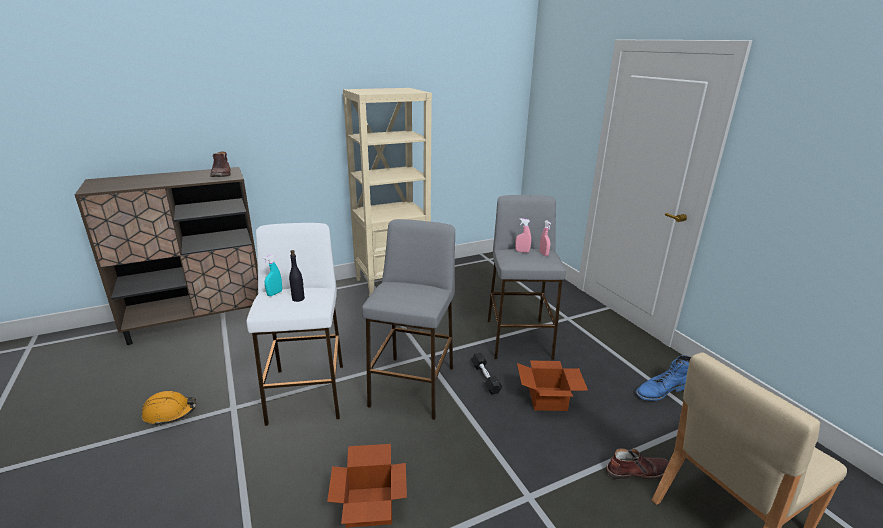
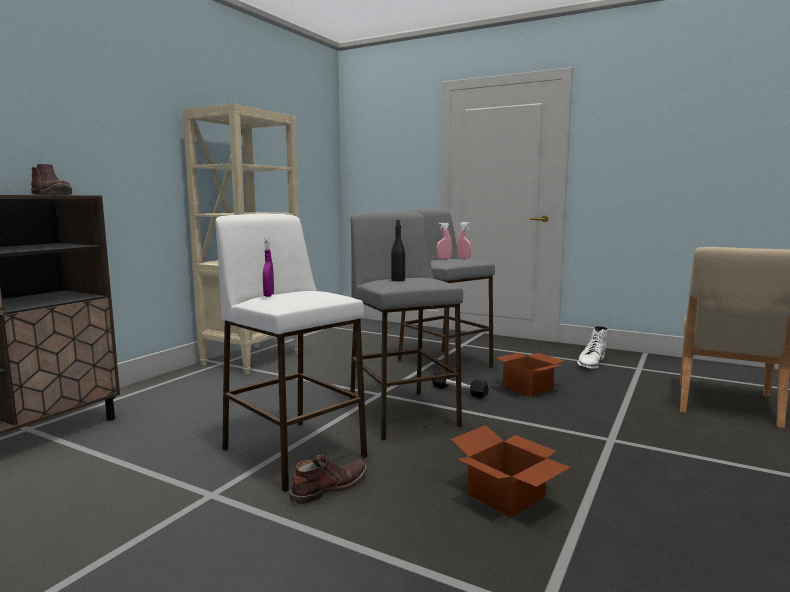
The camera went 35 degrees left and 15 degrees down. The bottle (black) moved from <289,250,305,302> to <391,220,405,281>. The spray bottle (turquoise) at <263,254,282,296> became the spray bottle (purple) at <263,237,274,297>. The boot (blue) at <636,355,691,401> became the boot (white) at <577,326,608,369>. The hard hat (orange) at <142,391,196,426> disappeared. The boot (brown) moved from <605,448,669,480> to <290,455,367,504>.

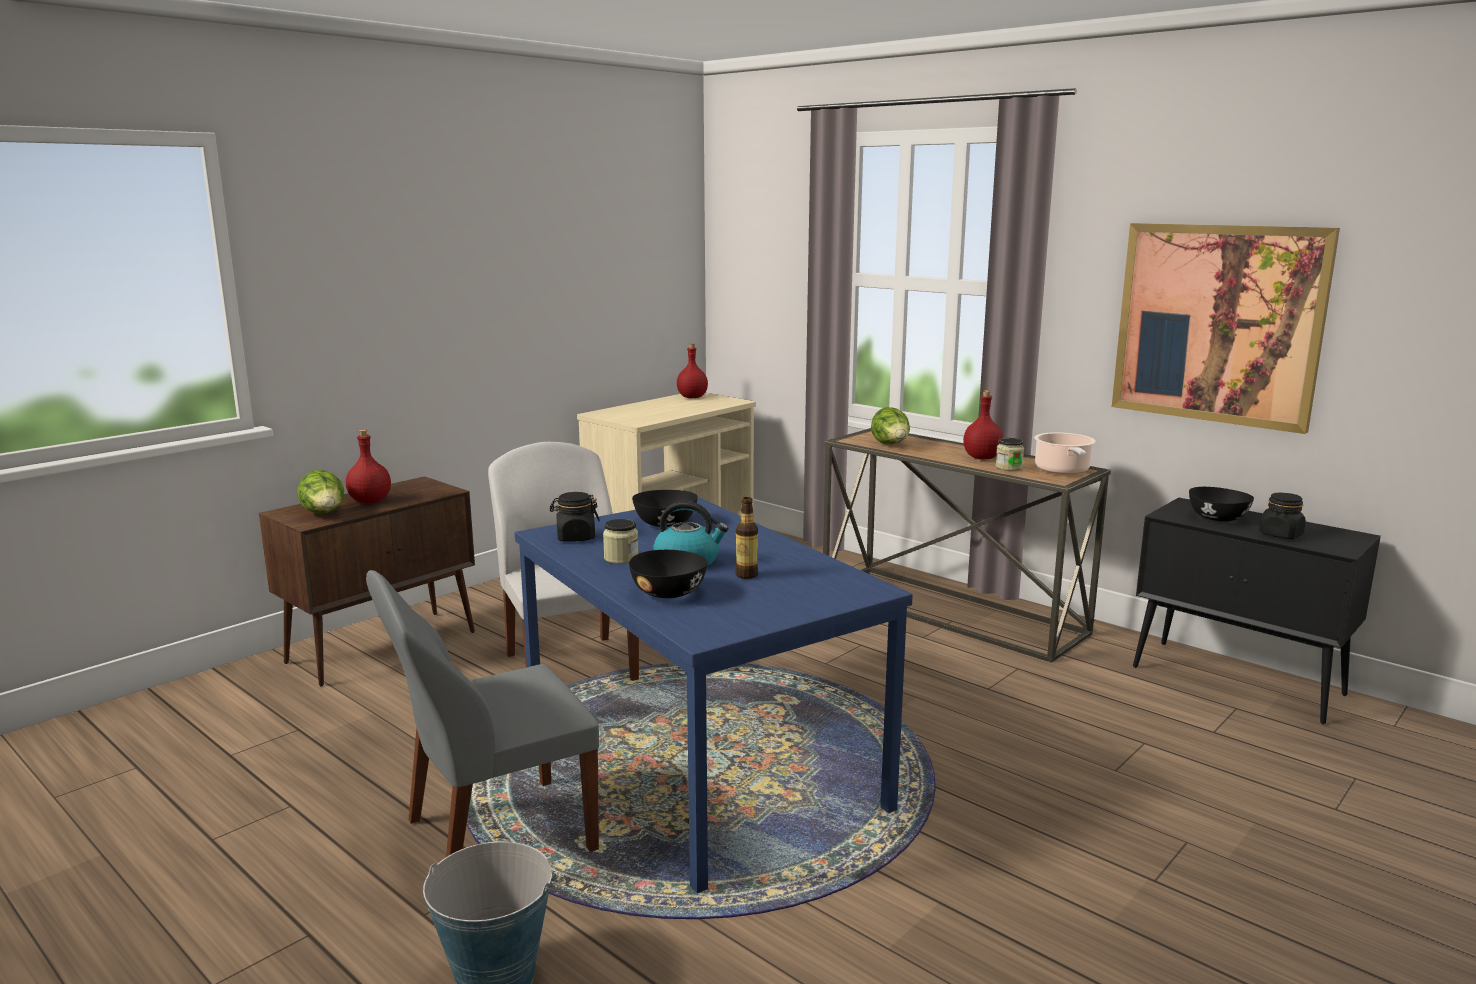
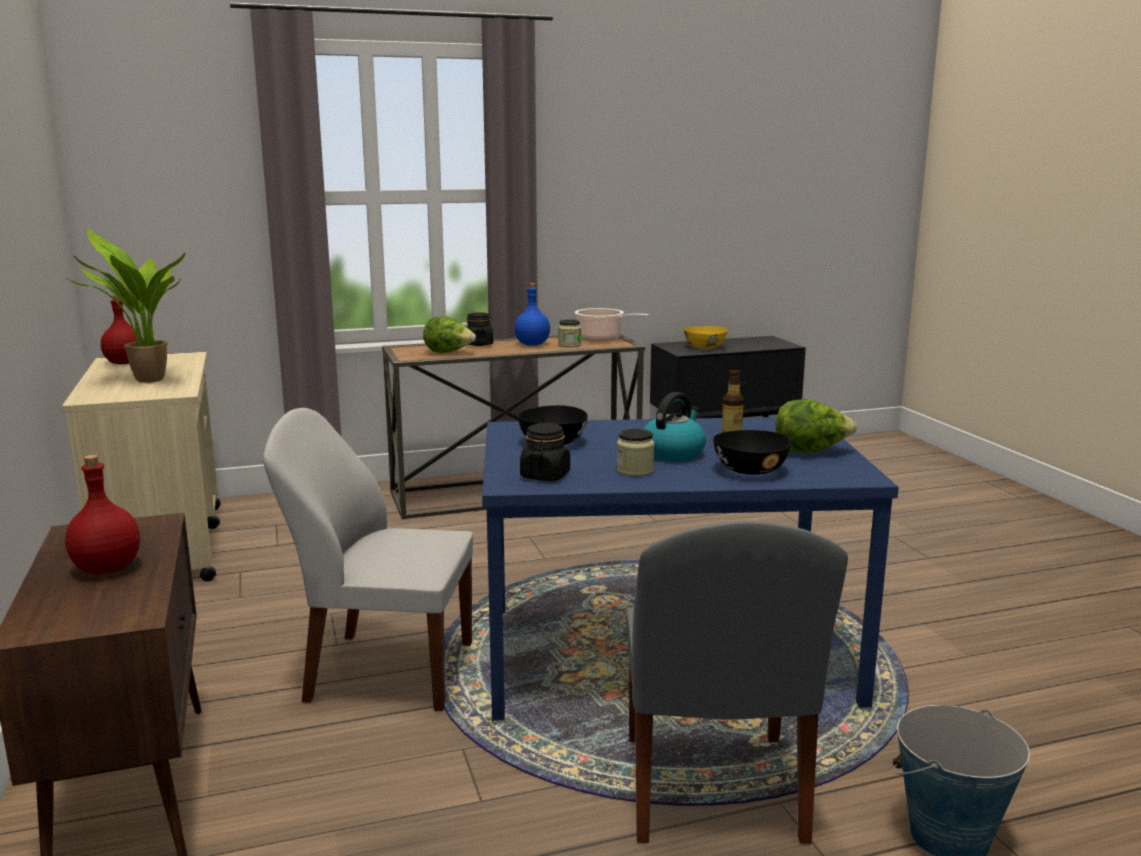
The camera went 60 degrees left and 0 degrees up. The picture at <1112,223,1340,434> disappeared. The bottle (red) at <963,390,1003,459> became the bottle (blue) at <514,283,550,346>. The lettuce moved from <297,470,344,514> to <776,399,857,454>. The bowl (black) at <1189,487,1254,521> became the bowl (yellow) at <684,326,728,349>. The jar (black) moved from <1259,493,1306,539> to <467,312,493,346>. The potted plant at <65,229,185,383> appeared.

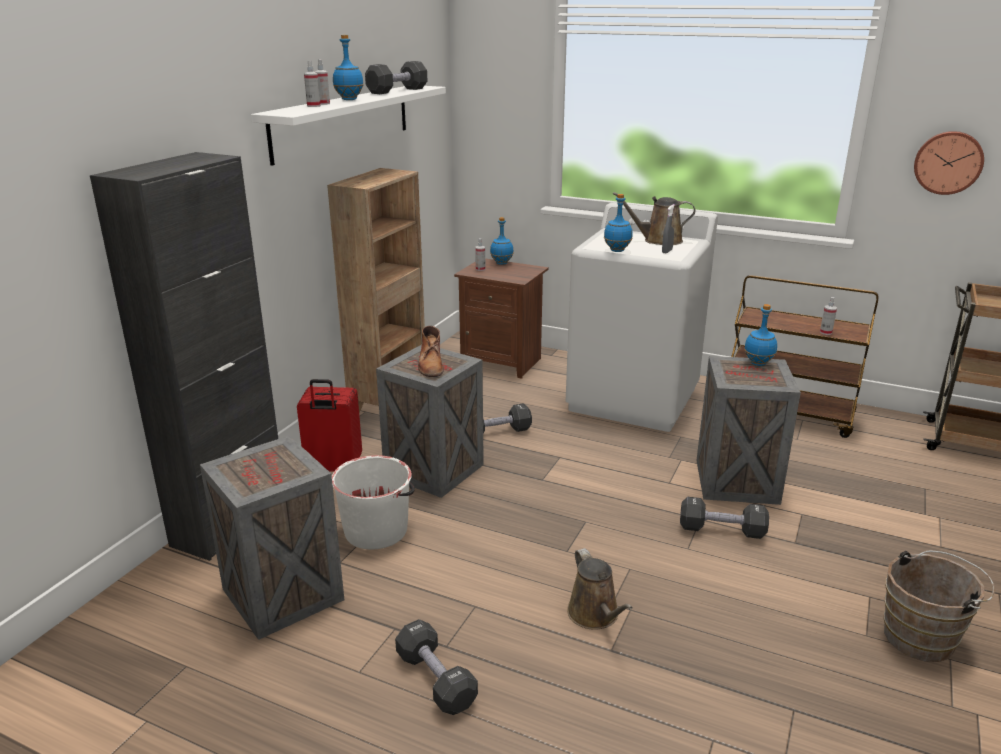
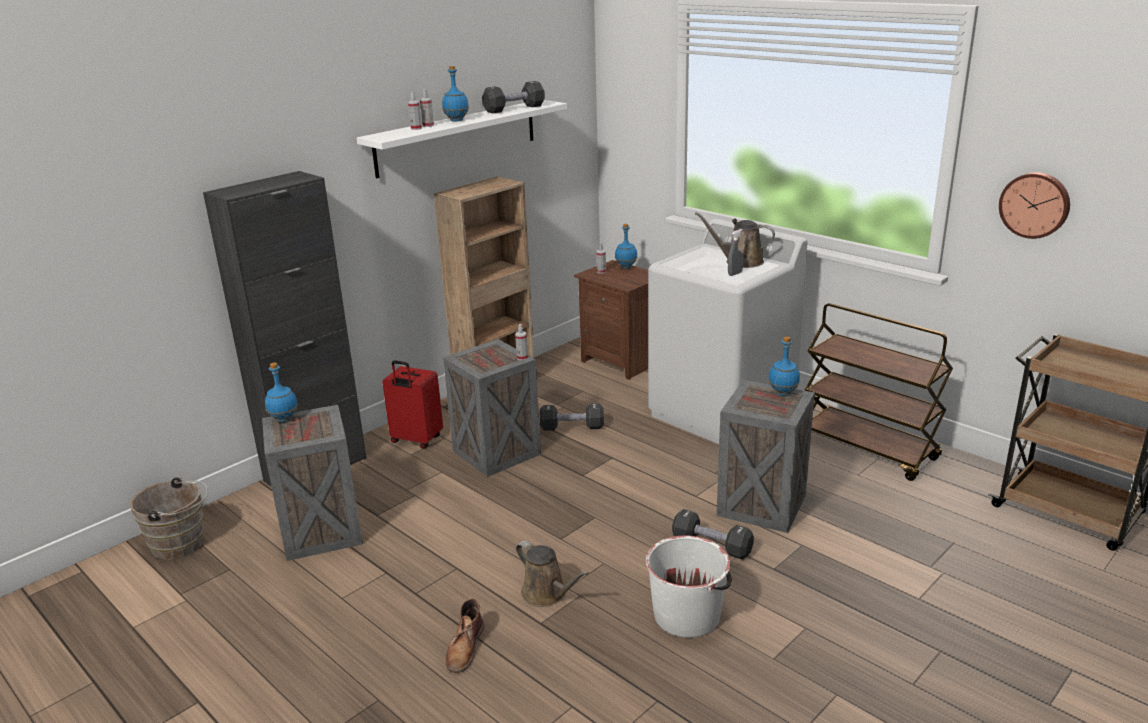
The camera went 20 degrees right and 0 degrees up. The bottle (blue) moved from <604,194,633,252> to <265,363,298,422>. The spray bottle moved from <820,297,837,335> to <515,324,528,360>. The boot (brown) moved from <418,326,444,377> to <446,599,484,673>. The bucket (white) moved from <332,455,415,549> to <646,536,732,638>. The watering can (brown) at <567,548,633,630> turned 45 degrees counterclockwise. The bucket (brown) moved from <884,551,995,662> to <130,477,208,560>. The dumbbell (black) at <395,619,478,715> disappeared.

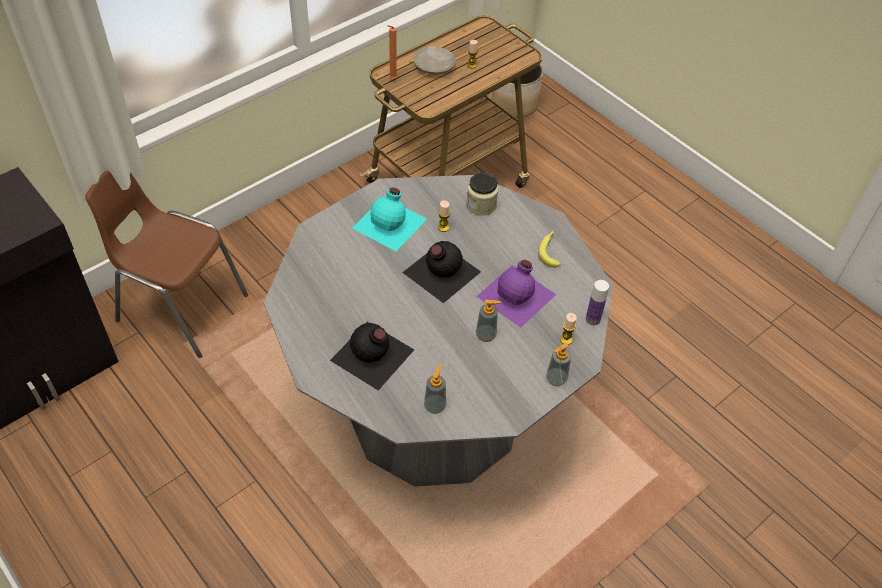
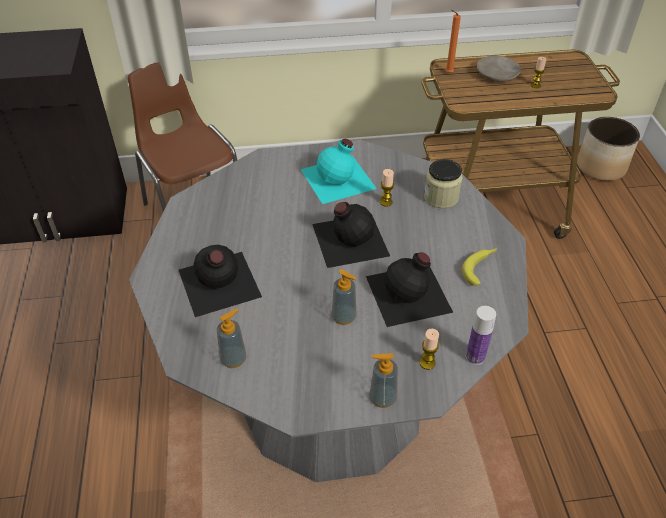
The camera went 35 degrees right and 5 degrees down. The bottle (purple) at <476,260,556,328> became the bottle (black) at <366,252,454,327>.

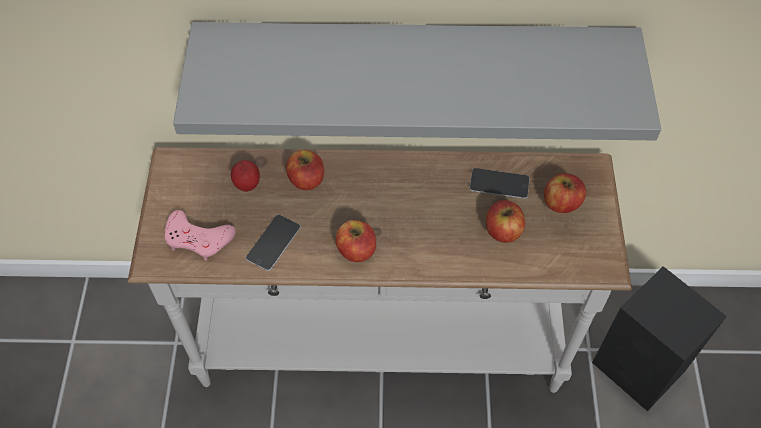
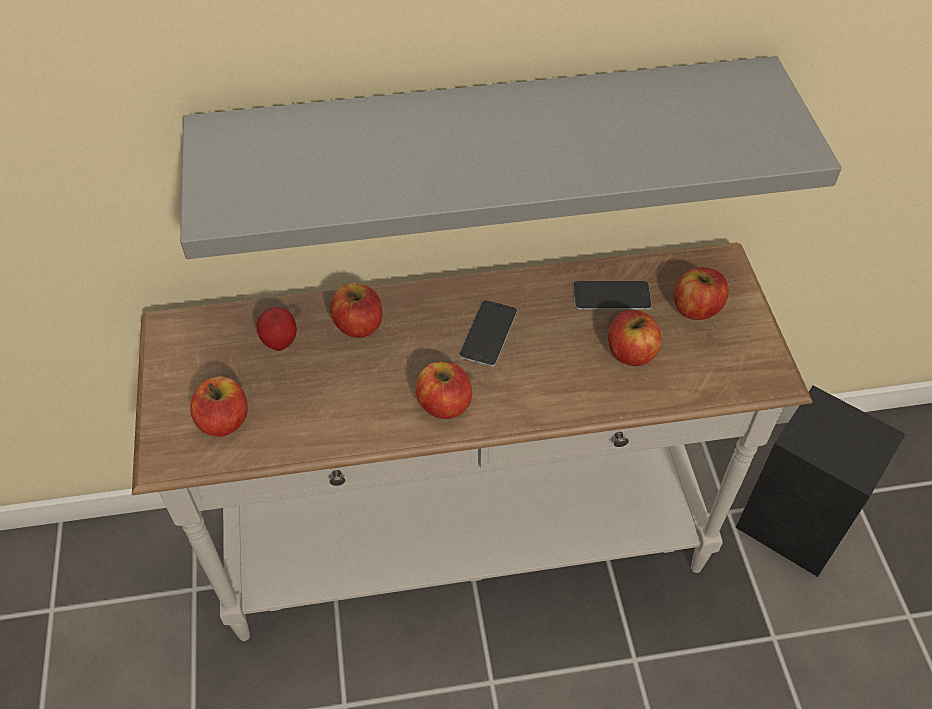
The camera went 10 degrees left and 5 degrees down. The game controller (pink) at <164,210,236,261> was replaced by the apple at <190,376,248,437>. The phone moved from <246,215,301,271> to <459,300,517,367>.

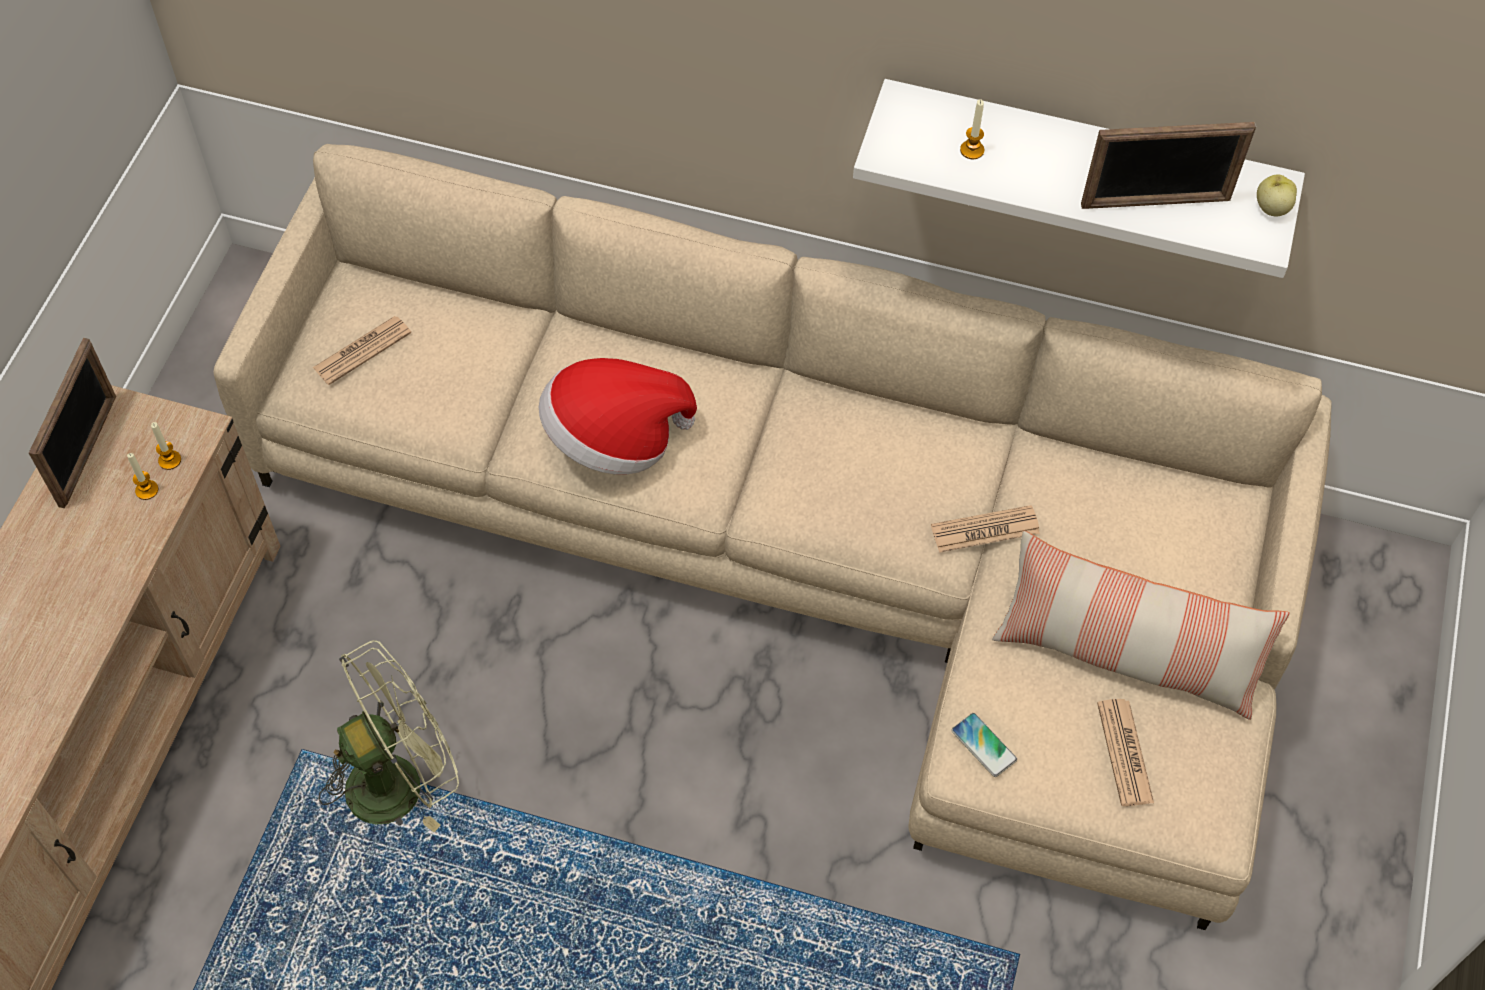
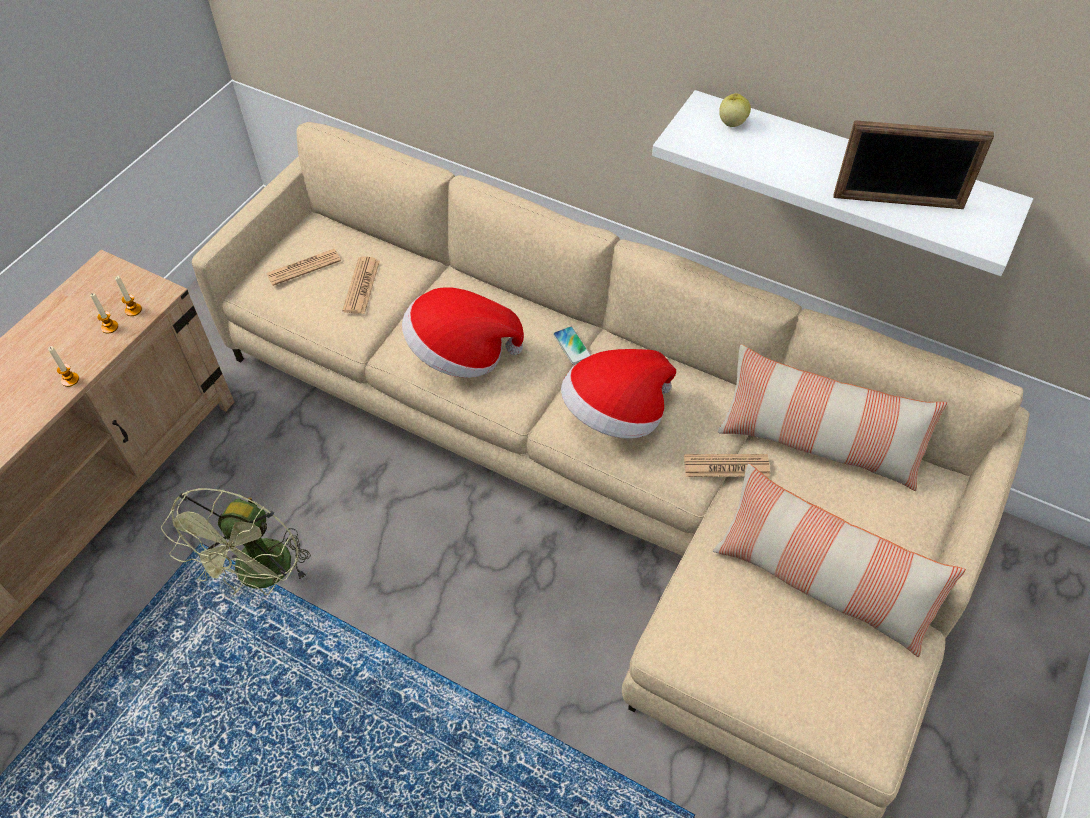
The camera went 15 degrees right and 5 degrees down. The candle moved from <960,99,984,159> to <48,346,79,387>. The apple moved from <1257,174,1297,217> to <719,93,751,127>. The picture frame at <29,337,116,508> disappeared. The fan (green) at <319,640,459,832> turned 120 degrees clockwise. The newspaper moved from <1097,699,1154,806> to <343,256,380,314>. The phone moved from <951,713,1017,777> to <553,326,591,365>. The pillow at <717,344,947,491> appeared. The hat at <561,349,676,439> appeared.

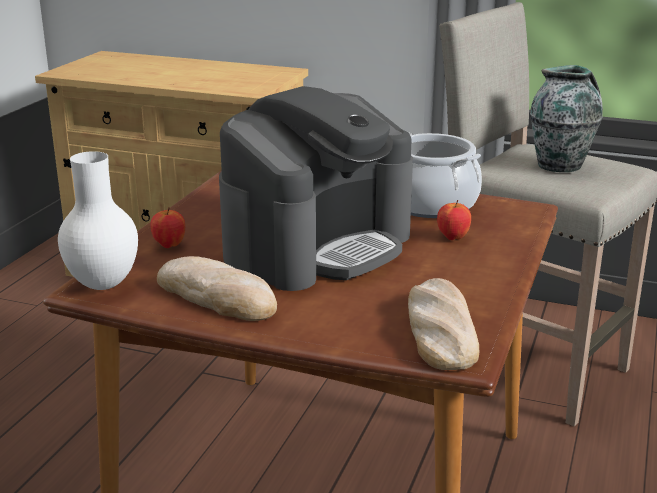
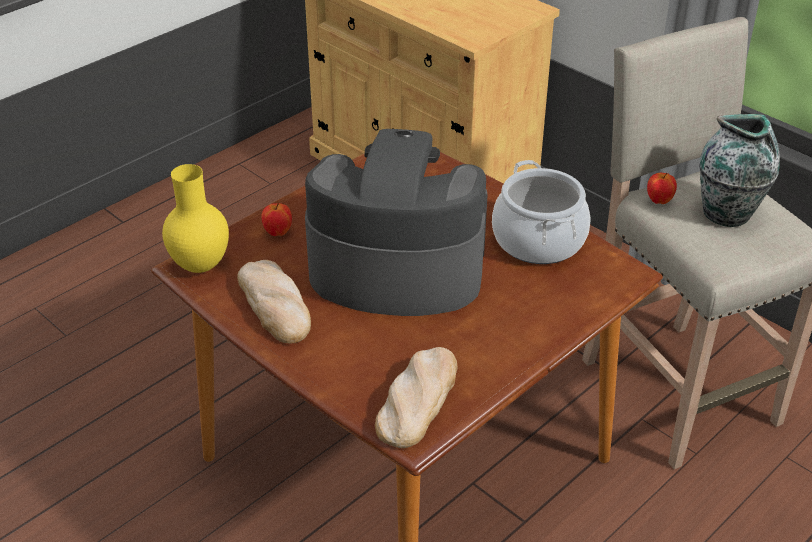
The camera went 25 degrees right and 15 degrees up. The coffee machine at <219,86,413,291> turned 150 degrees counterclockwise. The vase (white) at <58,151,138,290> became the vase (yellow) at <162,164,229,273>. The apple moved from <437,200,471,240> to <647,173,677,204>.

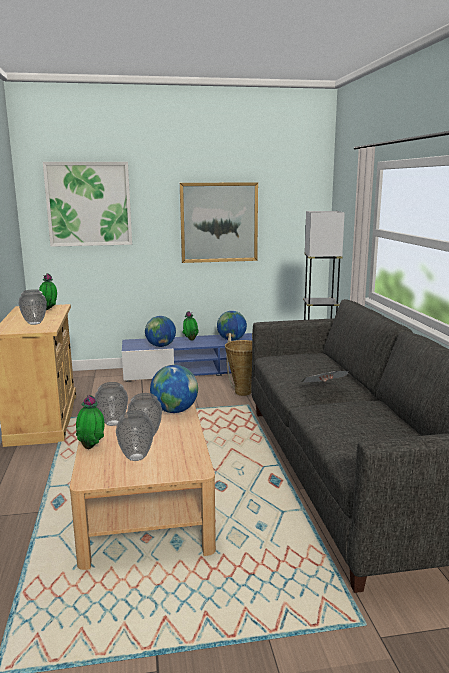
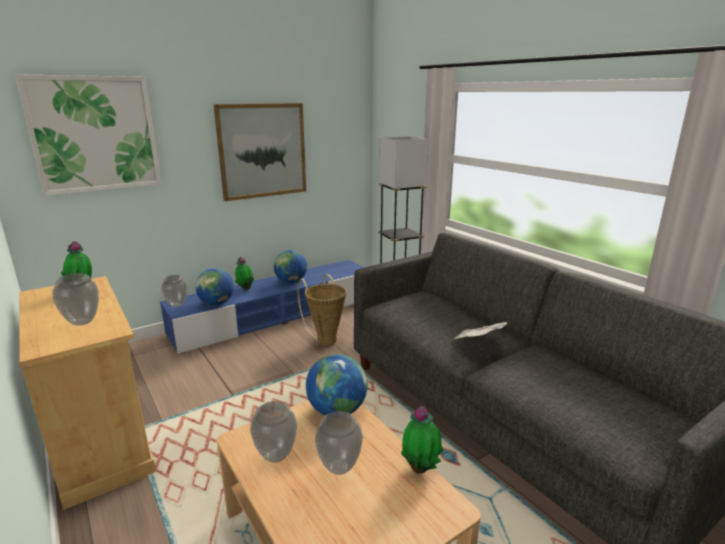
The camera went 25 degrees left and 5 degrees up. The potted plant moved from <76,395,105,449> to <401,406,444,474>. The vase moved from <116,410,154,461> to <161,275,187,307>.

